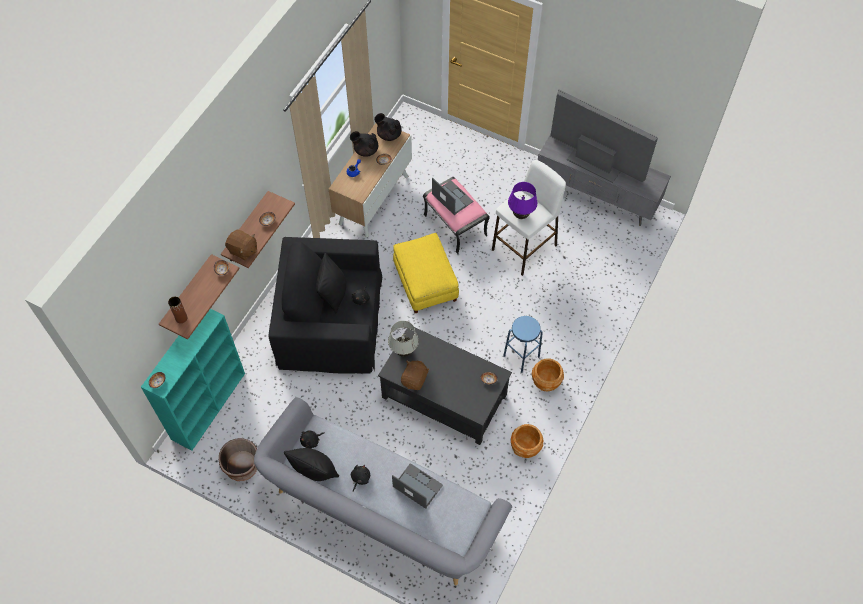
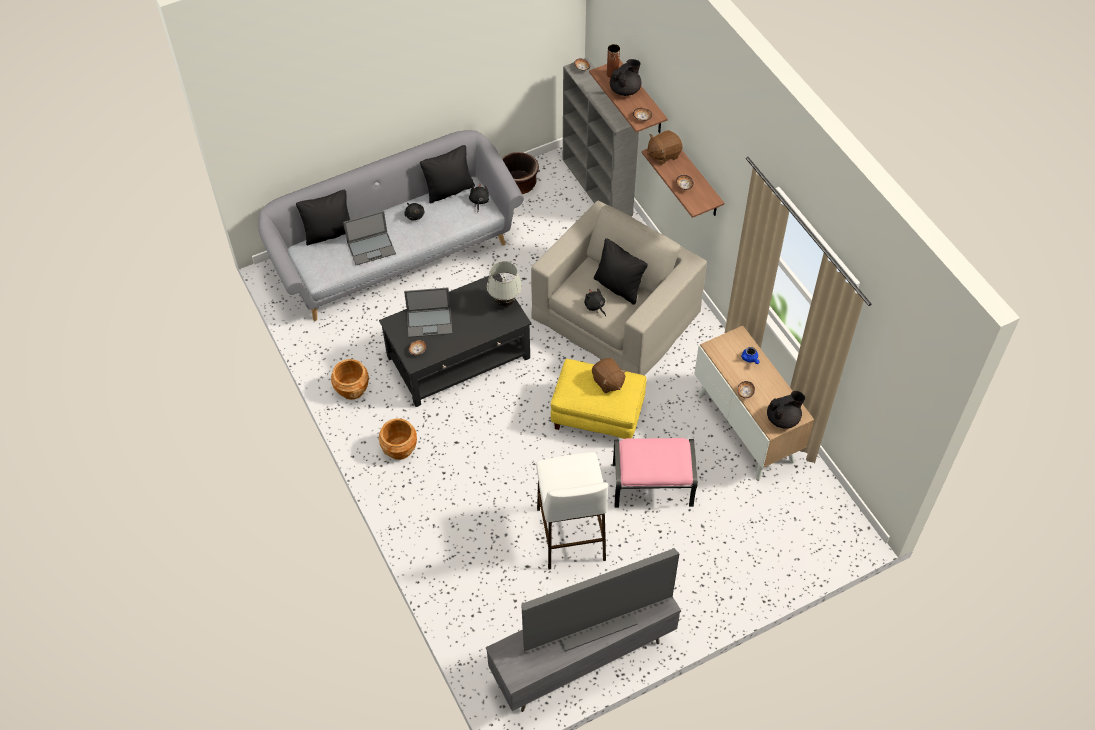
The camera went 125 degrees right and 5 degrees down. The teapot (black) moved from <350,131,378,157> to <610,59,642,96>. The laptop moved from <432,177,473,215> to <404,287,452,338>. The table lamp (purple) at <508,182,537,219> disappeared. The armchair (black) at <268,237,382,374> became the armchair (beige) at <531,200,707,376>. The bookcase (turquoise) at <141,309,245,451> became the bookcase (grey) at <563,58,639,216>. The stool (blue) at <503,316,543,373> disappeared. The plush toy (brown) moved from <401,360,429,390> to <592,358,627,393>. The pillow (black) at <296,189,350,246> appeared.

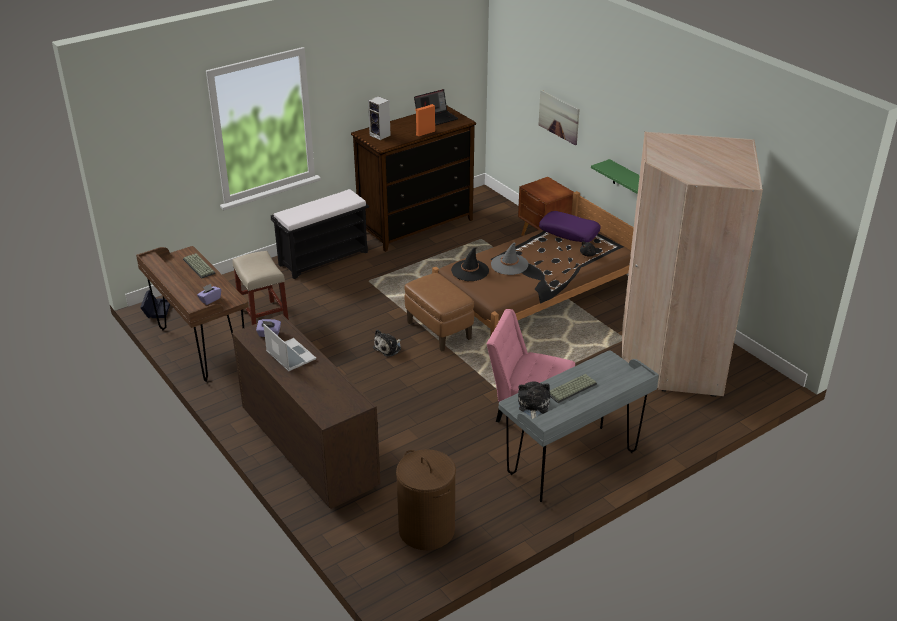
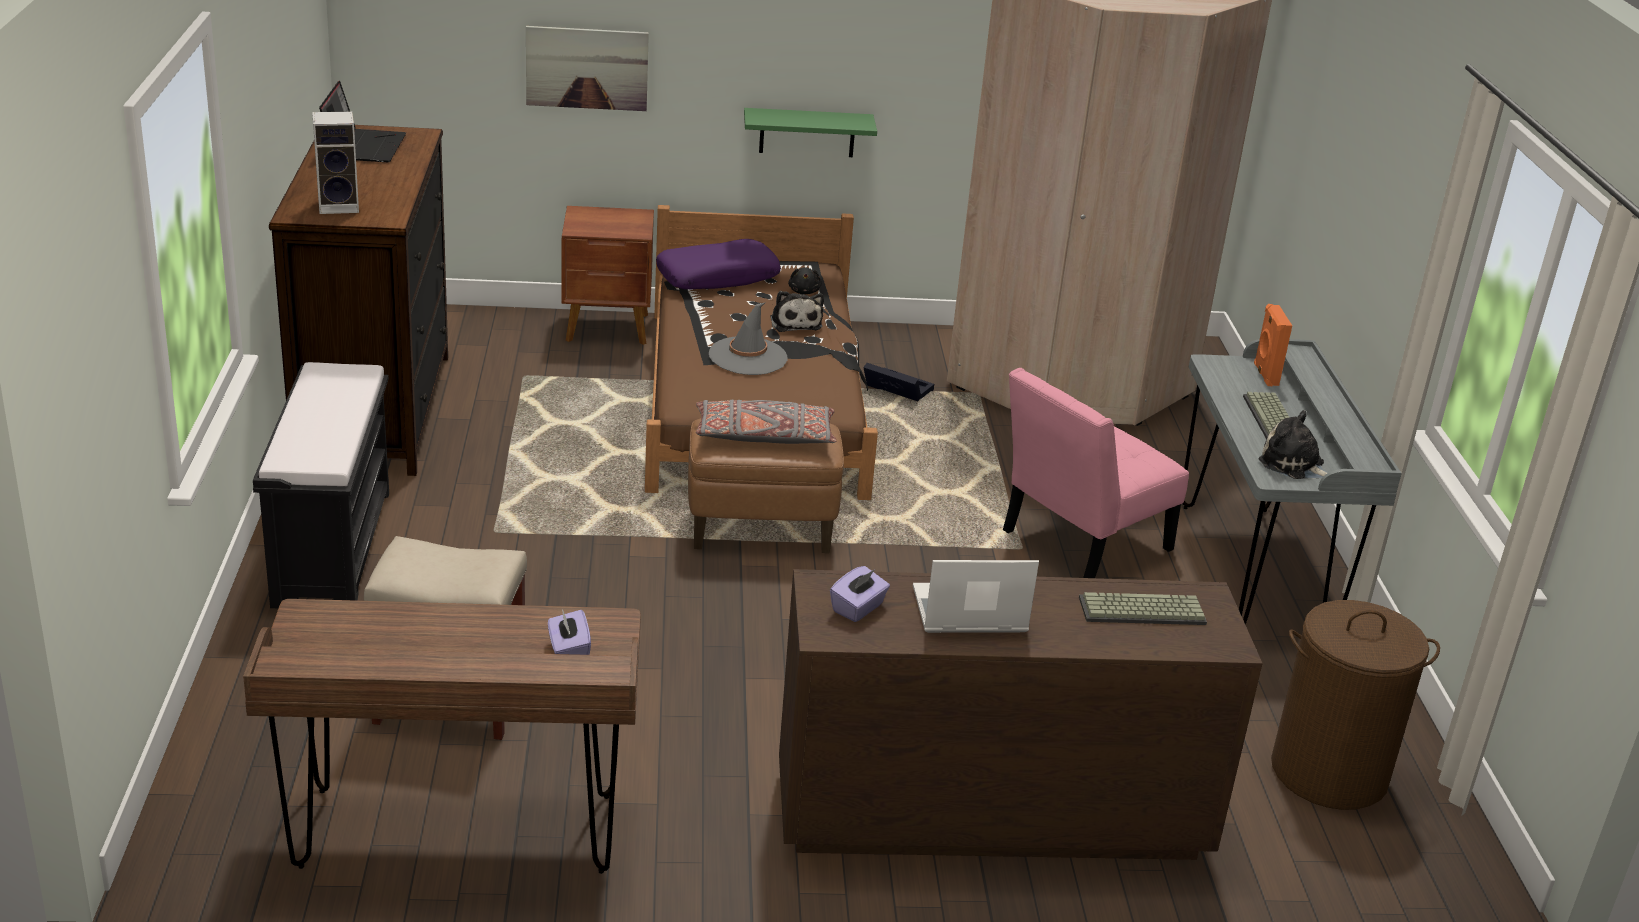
The camera went 60 degrees left and 5 degrees down. The speaker (orange) moved from <416,104,435,136> to <1254,304,1292,386>. The hat (black) at <451,247,489,281> disappeared. The keyboard moved from <183,253,216,279> to <1079,592,1207,625>. The storage box (black) moved from <140,290,170,318> to <863,363,934,401>. The plush toy moved from <373,329,401,357> to <771,291,824,332>. The pillow (grey) at <696,400,836,444> appeared.

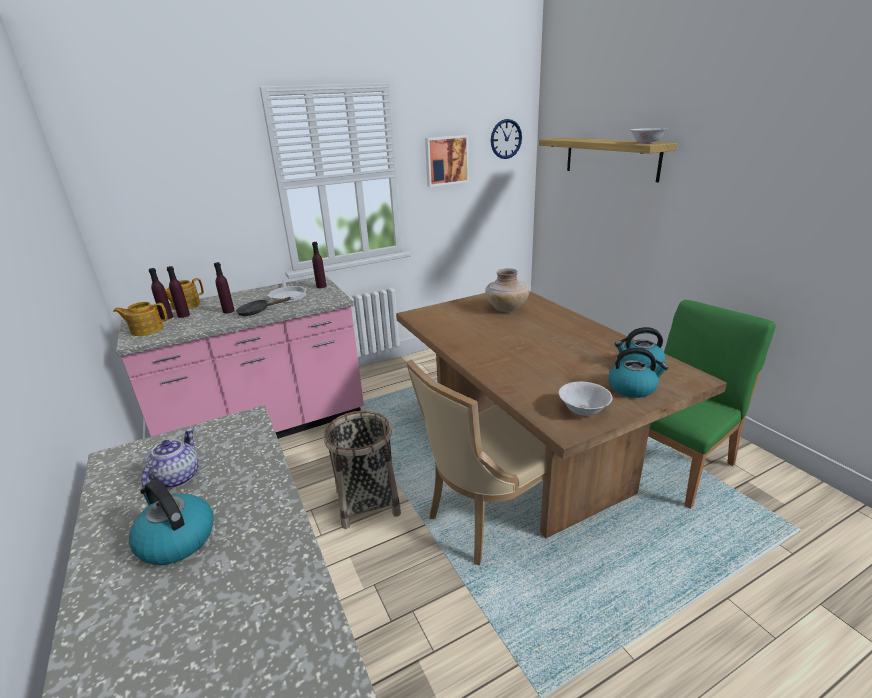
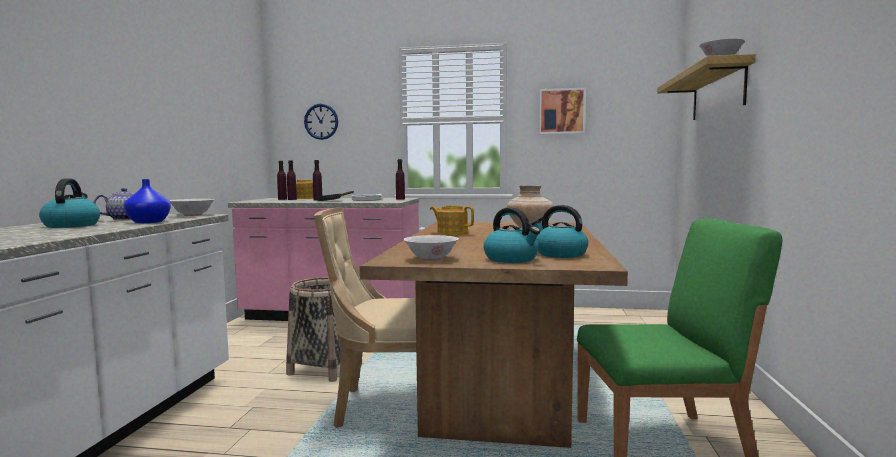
The camera went 35 degrees right and 20 degrees down. The wall clock moved from <491,119,522,159> to <304,104,338,140>. The teapot moved from <113,302,168,336> to <430,205,474,235>. The vase (blue) at <123,179,171,223> appeared. The bowl (white) at <170,199,215,216> appeared.

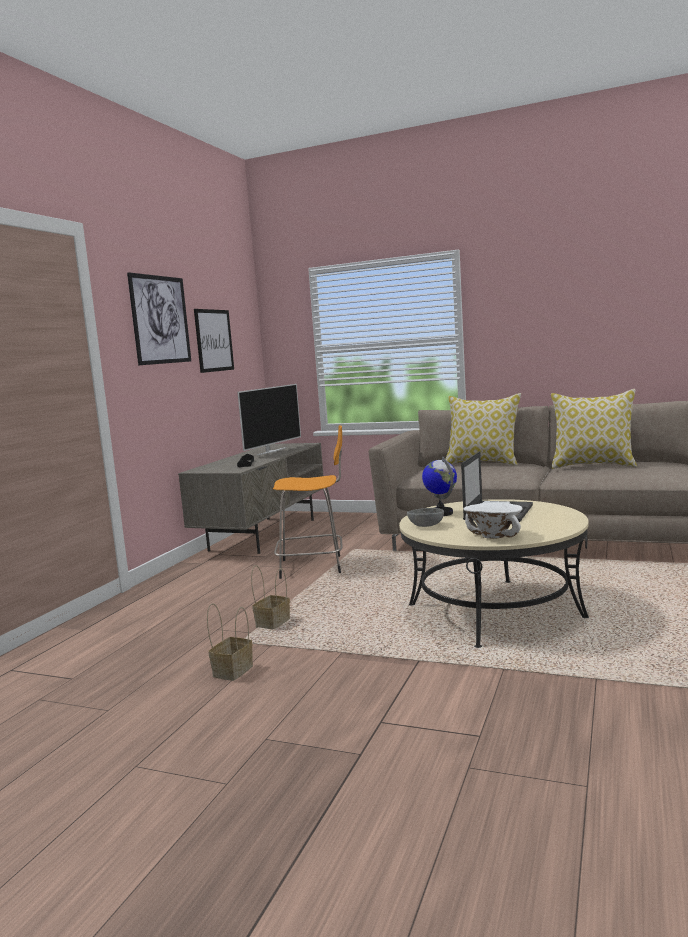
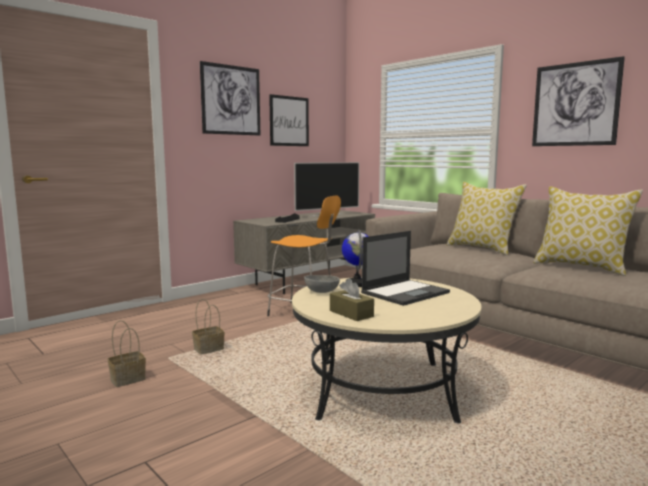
The camera went 25 degrees right and 0 degrees up. The bowl (white) at <464,503,523,539> was replaced by the tissue box (brown) at <330,278,374,321>. The picture at <532,56,625,146> appeared.

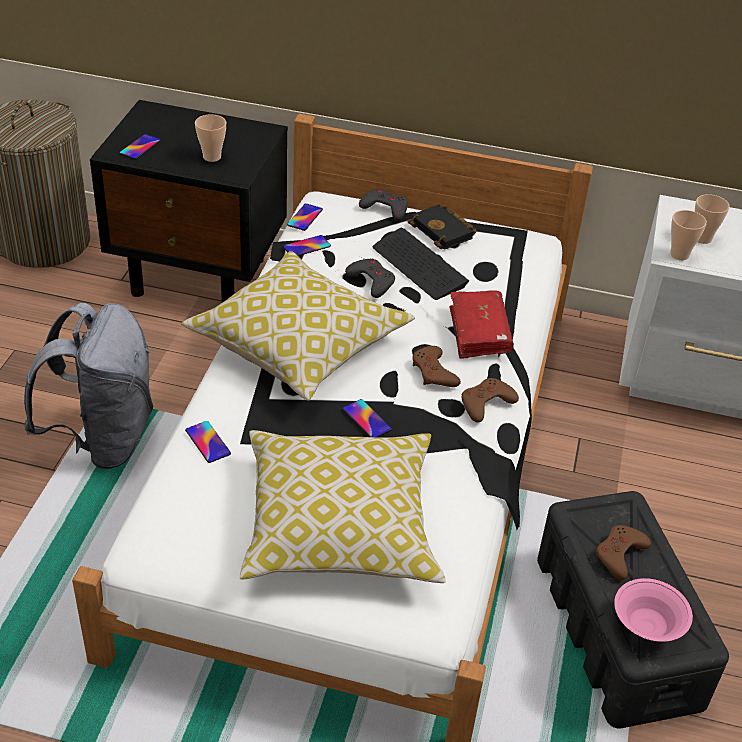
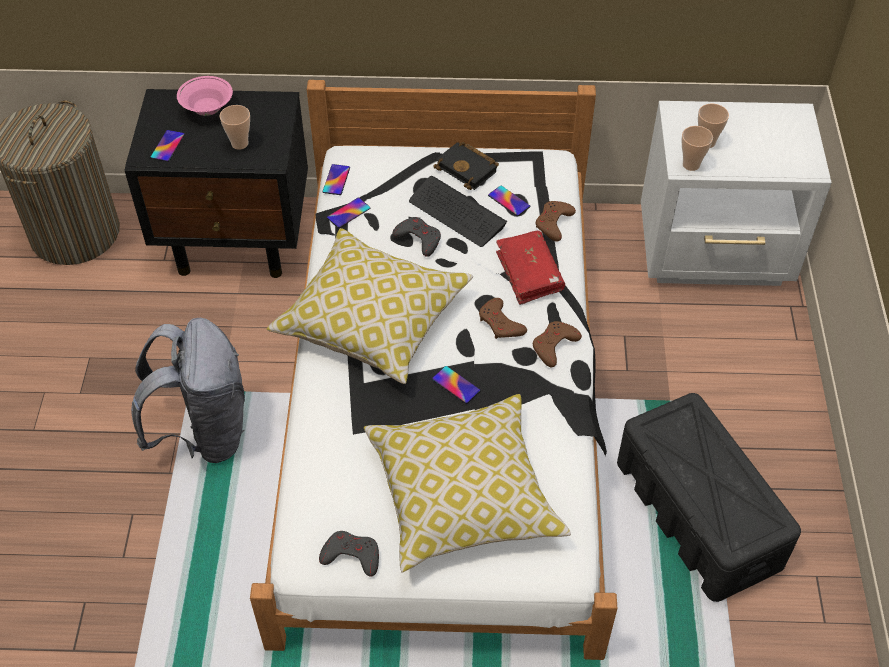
The camera went 10 degrees left and 10 degrees up. The game controller (grey) moved from <359,188,408,221> to <319,531,379,577>. The phone moved from <185,421,231,463> to <488,186,530,216>. The game controller (brown) moved from <596,525,651,580> to <536,201,576,242>. The bowl (pink) moved from <614,578,693,642> to <177,76,233,116>.

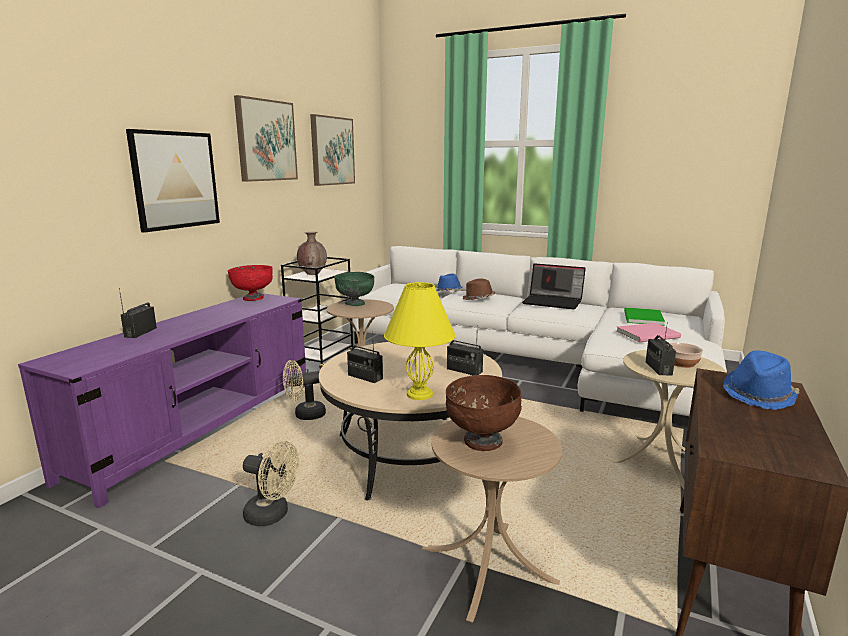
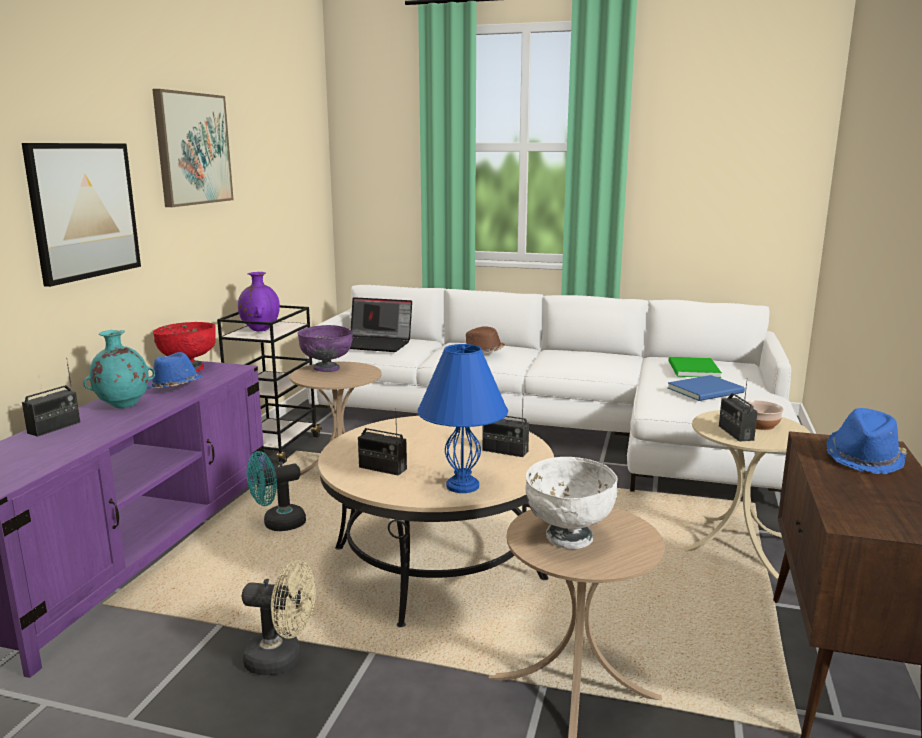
The camera went 10 degrees left and 0 degrees up. The picture at <310,114,355,186> disappeared. The vase (brown) at <297,232,327,275> became the vase (purple) at <238,272,280,331>. The laptop moved from <522,263,586,309> to <350,297,412,352>. The bowl (green) at <334,272,375,306> became the bowl (purple) at <297,325,353,372>. The hat (blue) moved from <436,273,463,292> to <147,352,202,389>. The table lamp (yellow) at <384,282,456,400> became the table lamp (blue) at <418,344,508,493>. The radio at <119,288,157,338> turned 150 degrees counterclockwise. The book (pink) at <617,323,681,342> became the book (blue) at <668,375,745,401>. The fan (beige) at <283,360,326,420> became the fan (turquoise) at <247,451,306,531>. The bowl (brown) at <446,375,522,451> became the bowl (white) at <525,457,618,549>. The vase (turquoise) at <83,330,155,409> appeared.

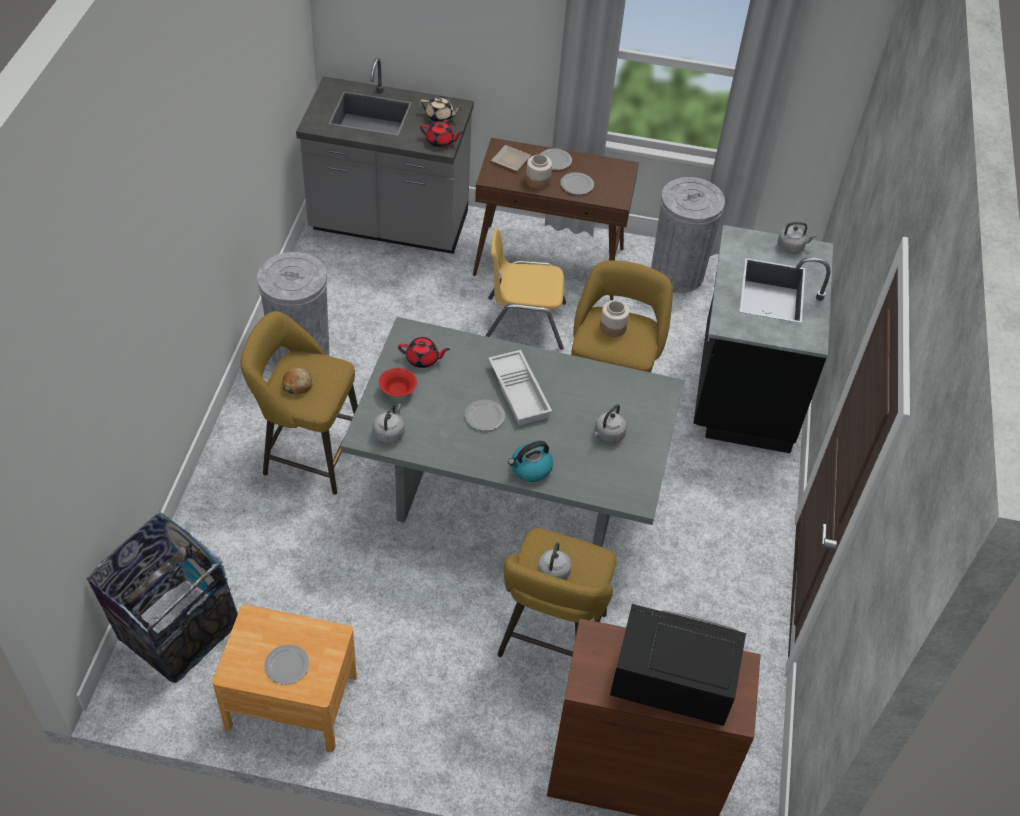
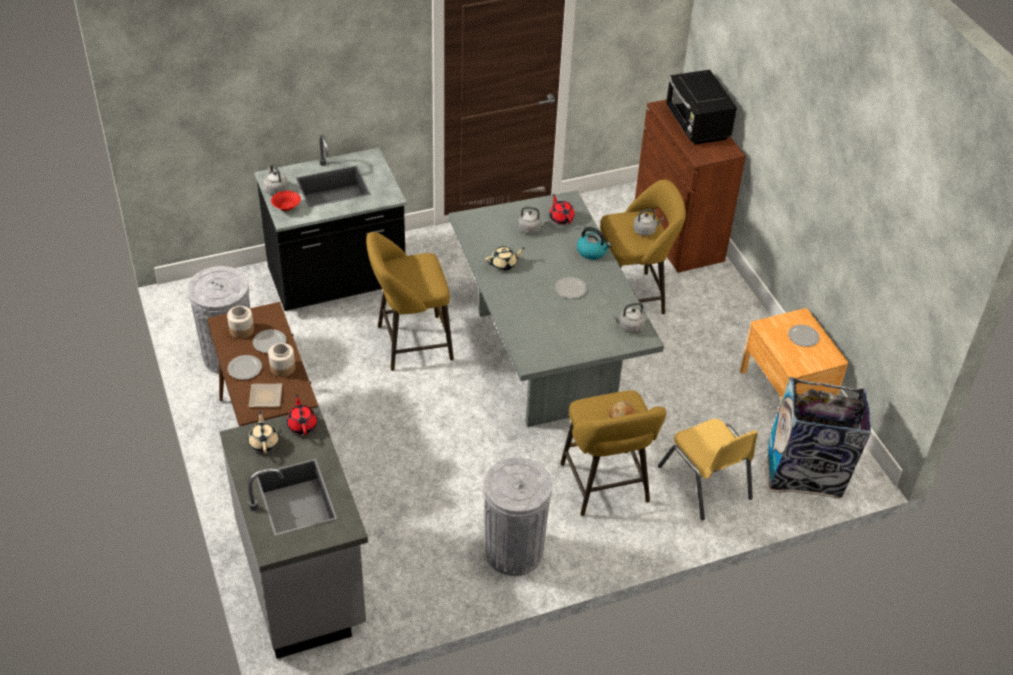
The camera went 120 degrees left and 5 degrees down. The chair (yellow) moved from <485,228,566,350> to <658,419,758,520>. The jar moved from <600,300,629,337> to <227,306,254,339>. The teapot (red) moved from <398,337,450,368> to <549,194,575,224>. The tray (white) at <488,350,552,426> disappeared. The bowl (red) moved from <379,368,417,397> to <271,191,301,212>. The teapot (beige) at <485,246,525,271> appeared.

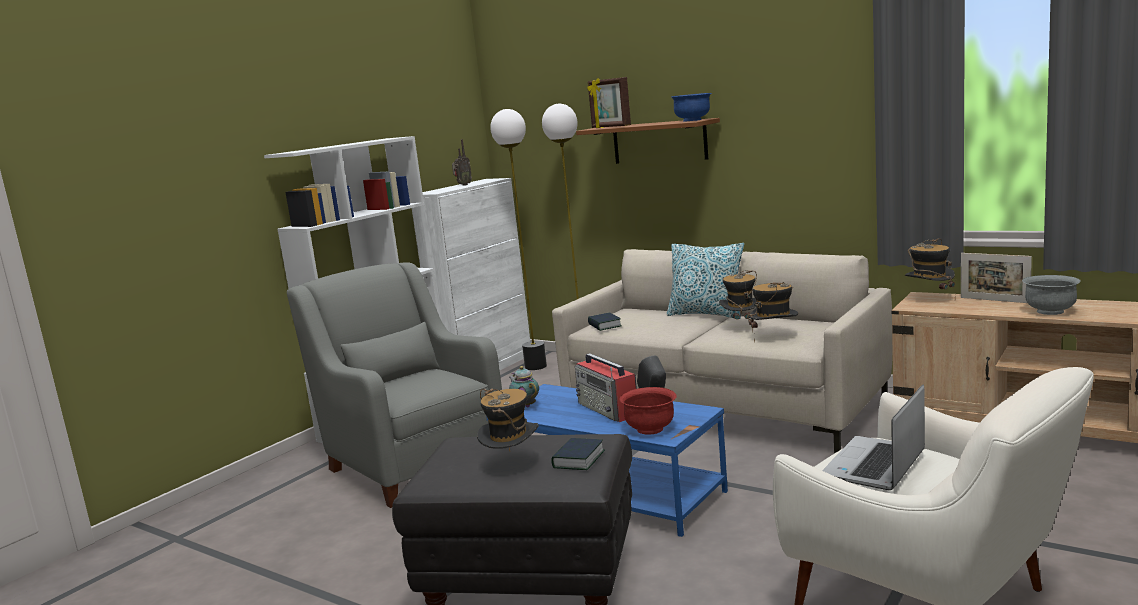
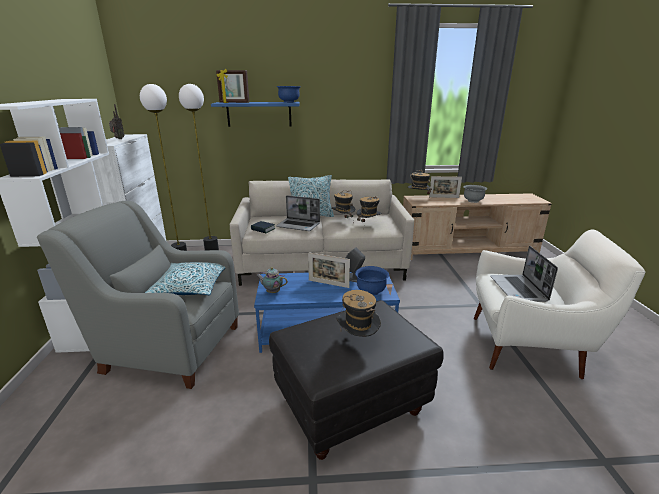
The camera went 40 degrees left and 10 degrees up. The shelf (brown) at <576,118,720,164> became the shelf (blue) at <211,102,300,127>. The radio at <575,353,637,422> was replaced by the picture frame at <308,252,350,288>. The bowl (red) at <619,387,677,435> became the bowl (blue) at <355,266,389,296>. The book at <551,438,605,470> disappeared. The laptop at <276,195,320,231> appeared. The pillow at <145,262,225,295> appeared.

